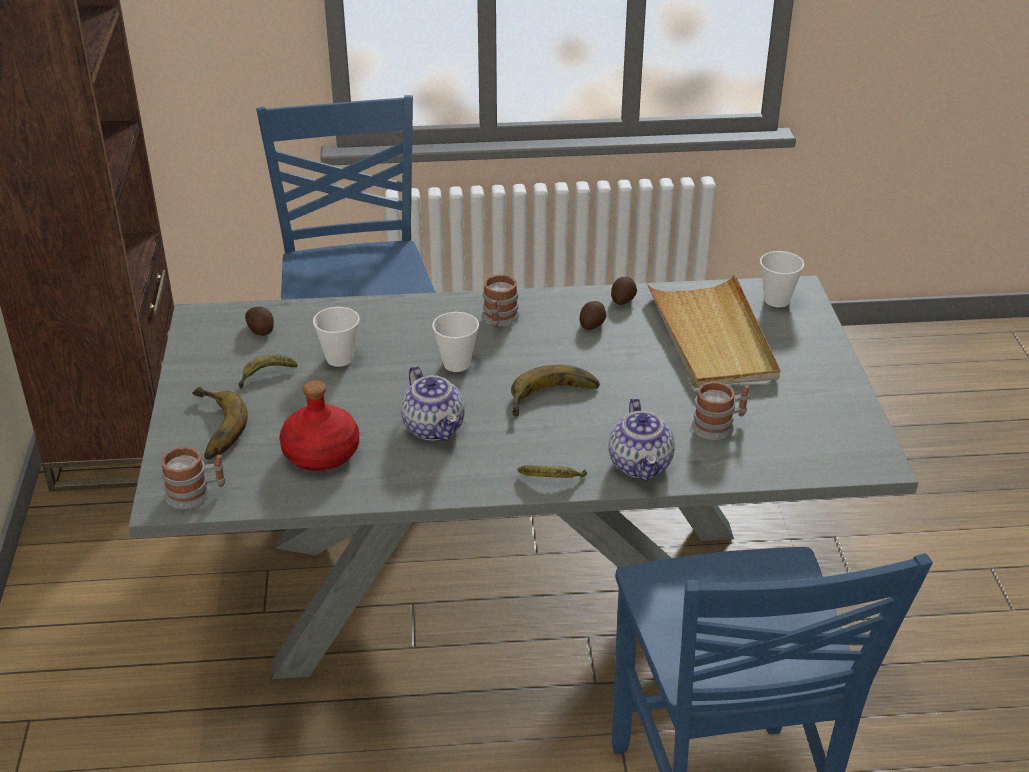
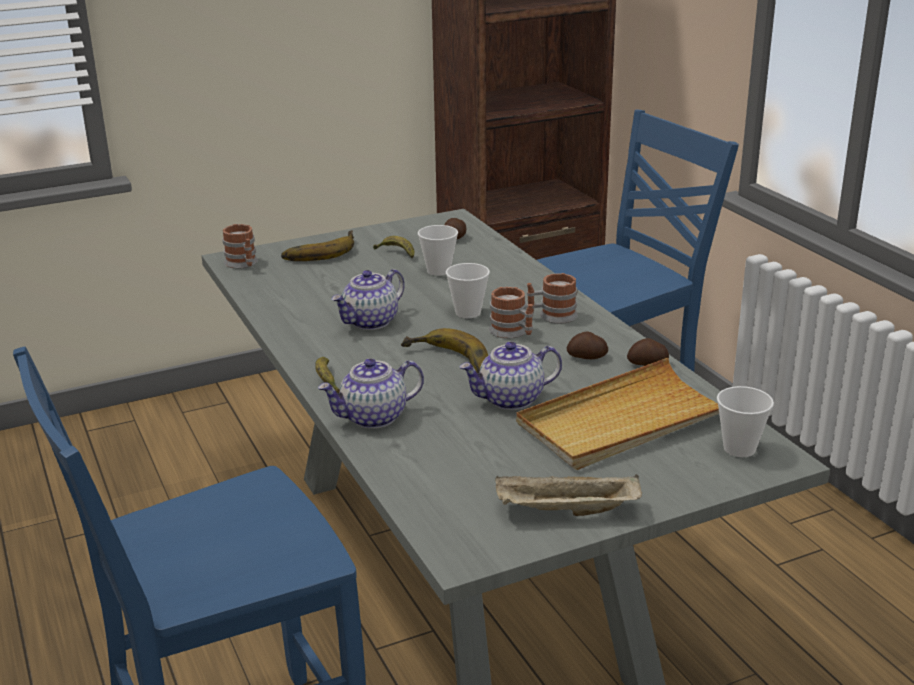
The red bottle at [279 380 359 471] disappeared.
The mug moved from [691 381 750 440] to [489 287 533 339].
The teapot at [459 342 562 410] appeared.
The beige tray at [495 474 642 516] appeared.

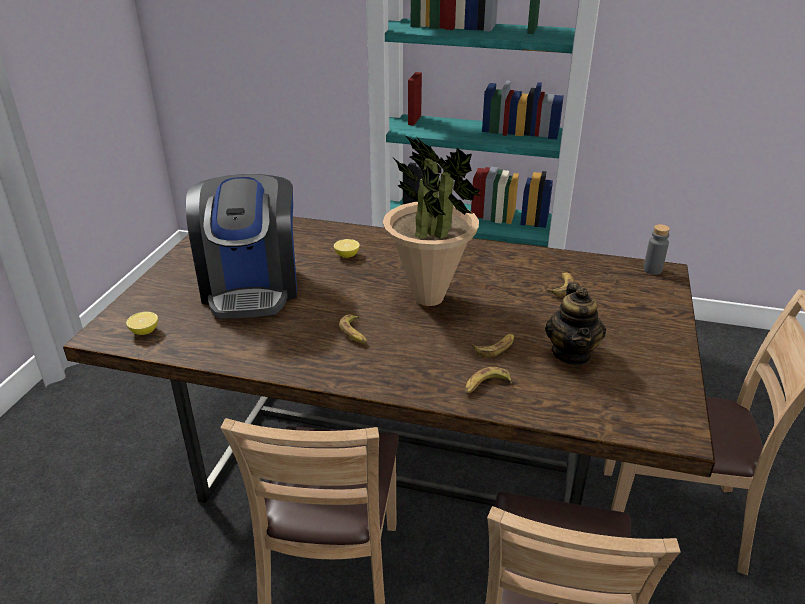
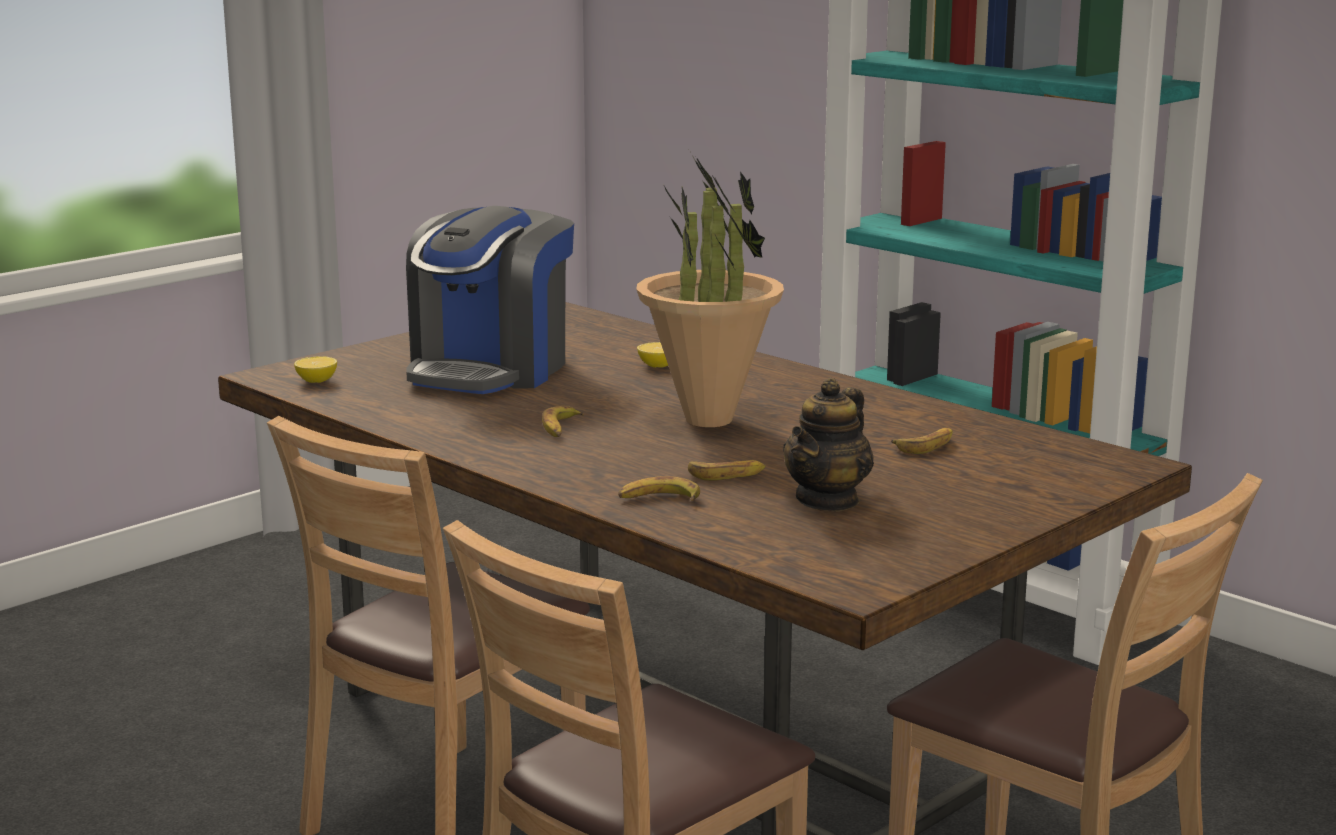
The grey bottle at [643 224 670 275] disappeared.

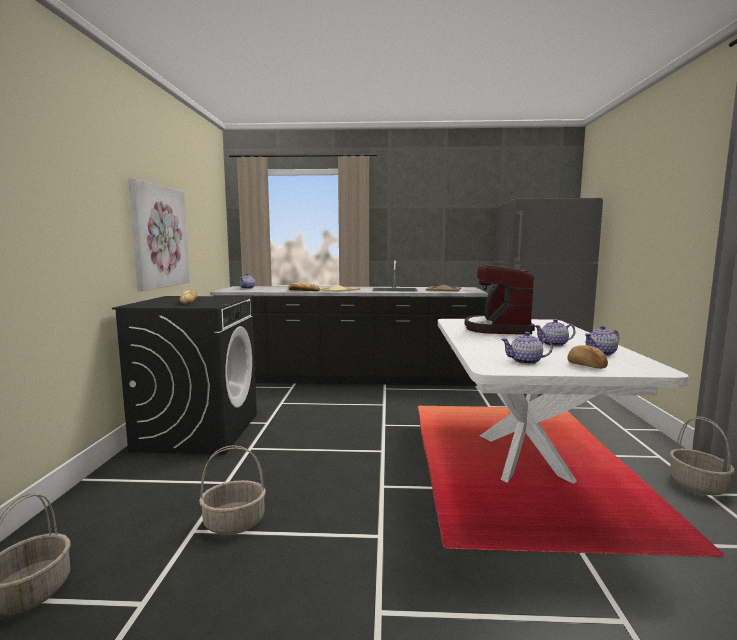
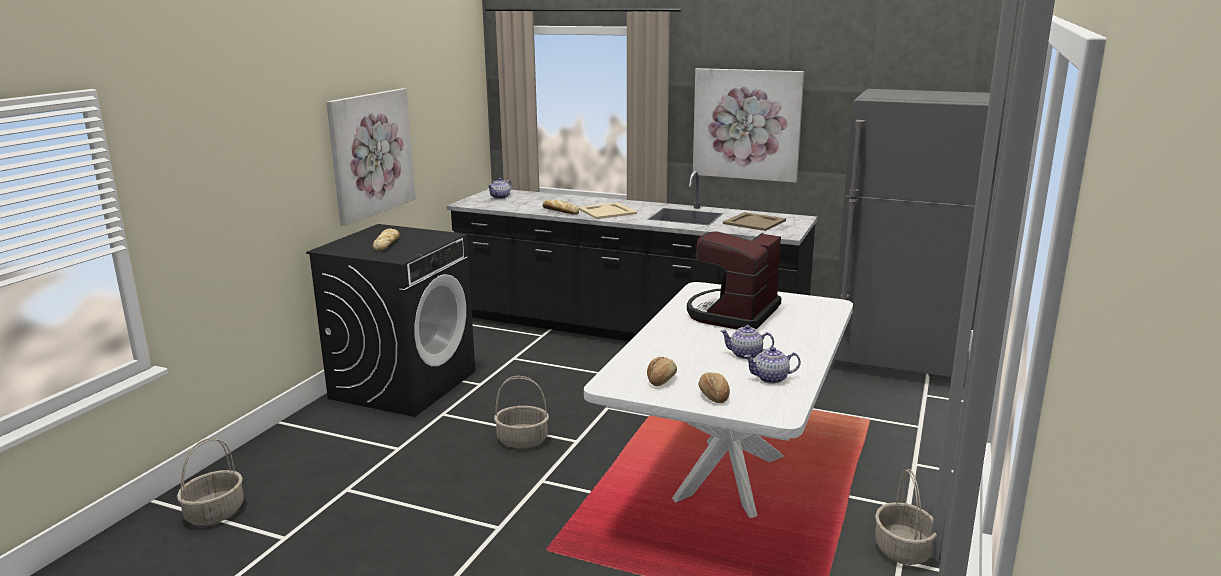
The basket moved from [199 445 266 535] to [494 376 549 448].
The teapot at [501 332 553 364] was replaced by the bread at [647 357 677 386].
The picture at [693 68 804 183] appeared.

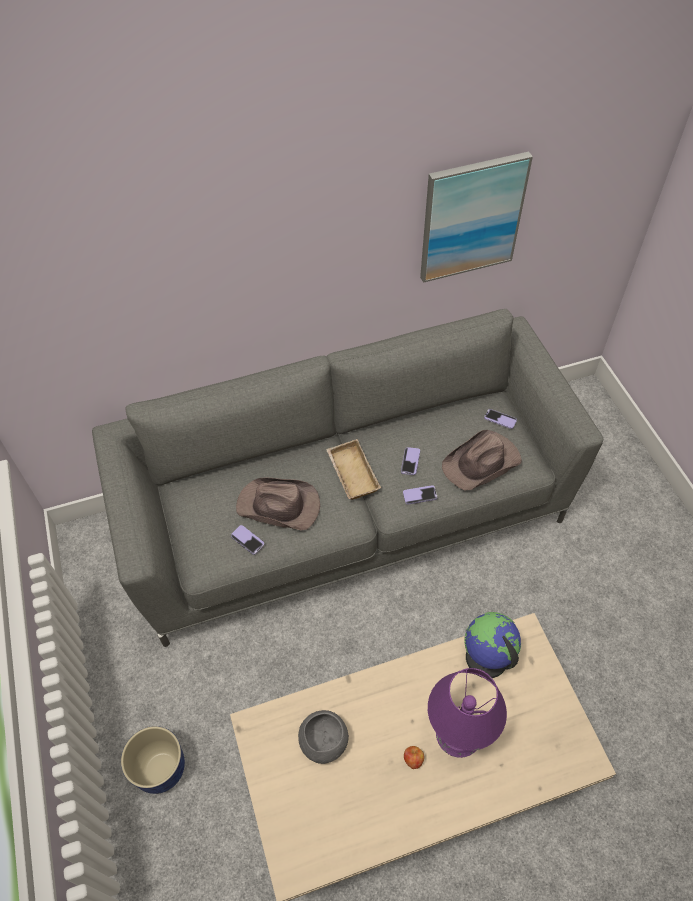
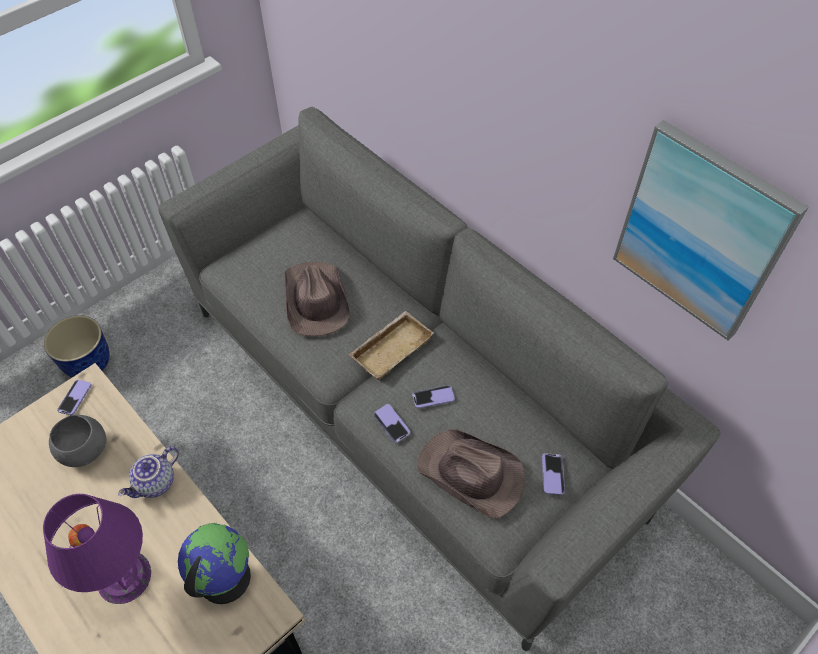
The phone moved from [231 525 264 555] to [57 380 91 415].
The teapot at [118 446 179 498] appeared.

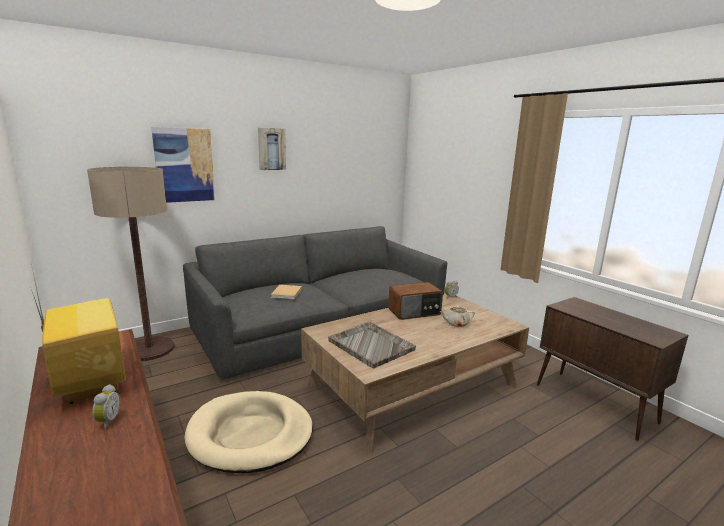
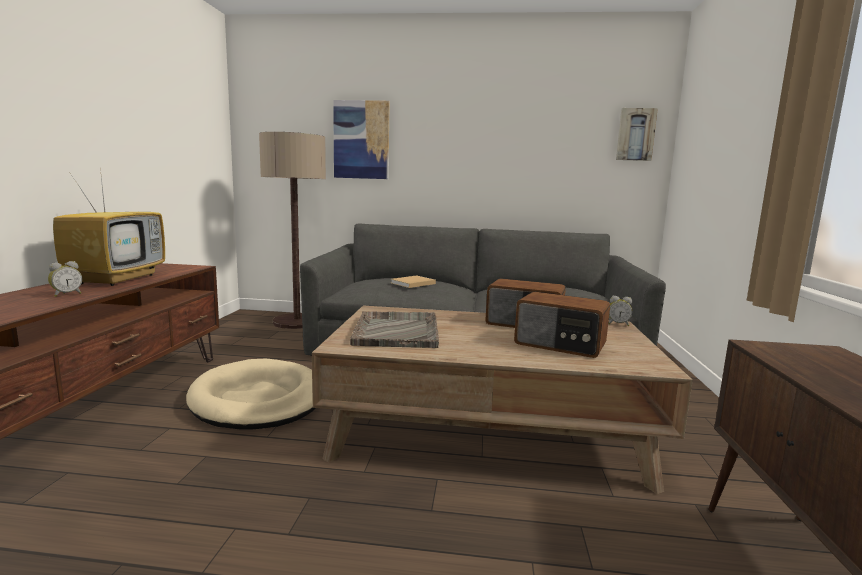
The picture moved from [258 128 286 170] to [616 108 658 161].
The beige teapot at [439 306 475 327] was replaced by the radio at [514 292 610 358].

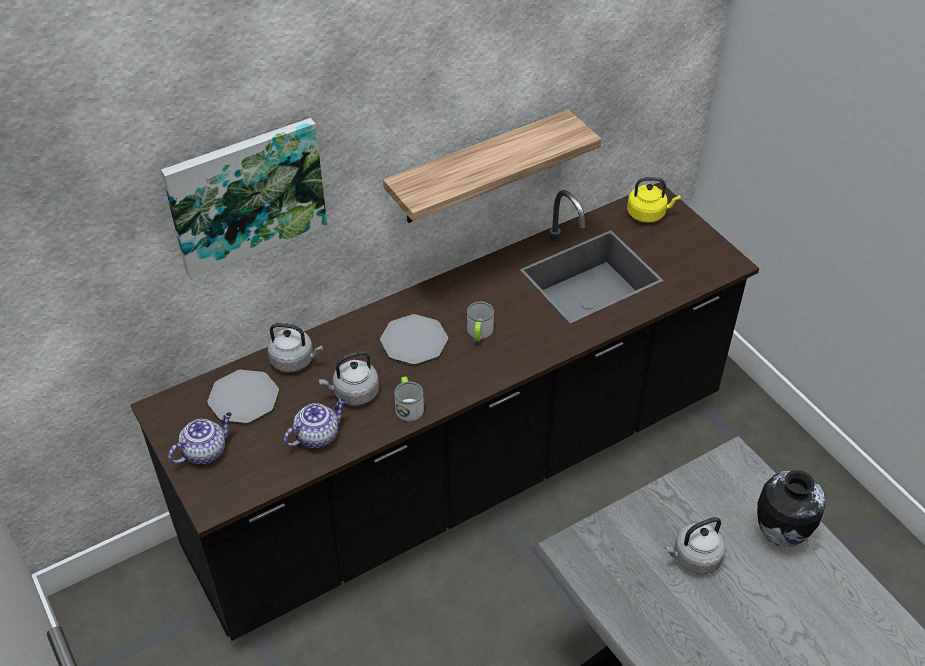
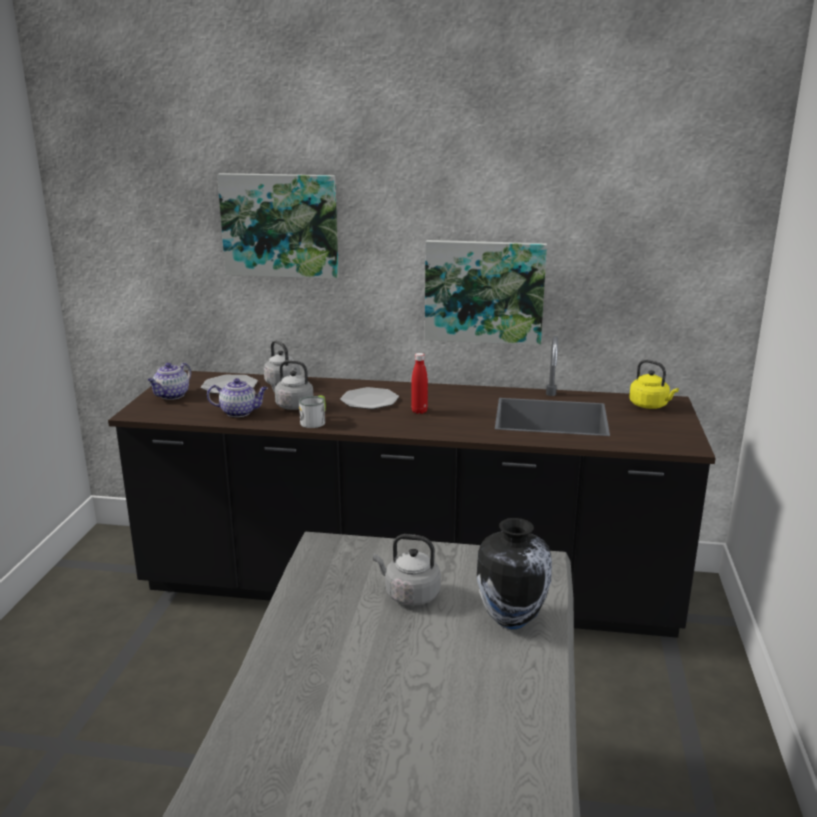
The teapot at [168 412 232 465] turned 120 degrees clockwise.
The shelf at [383 110 601 223] was replaced by the picture at [425 240 547 345].
The mug at [467 301 494 341] was replaced by the red bottle at [411 353 428 414].

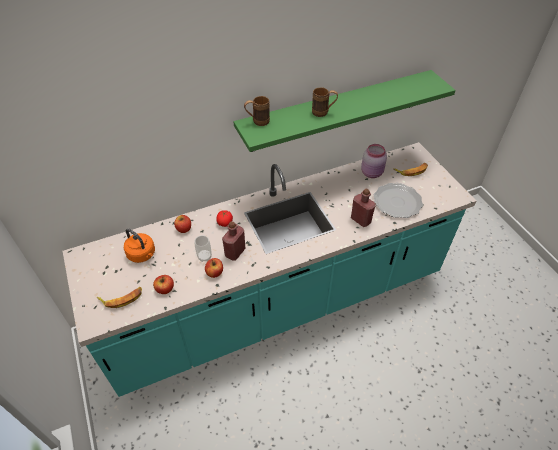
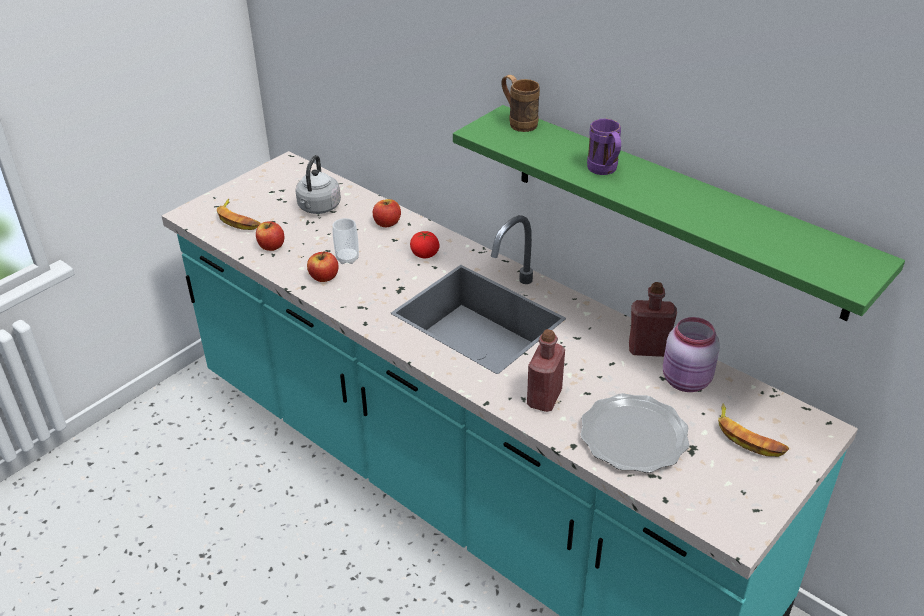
The orange kettle at [124 228 155 263] became the grey kettle at [295 155 341 214].
The red bottle moved from [222 221 246 261] to [629 282 677 357].
The brown mug at [312 87 338 117] became the purple mug at [587 119 621 175].

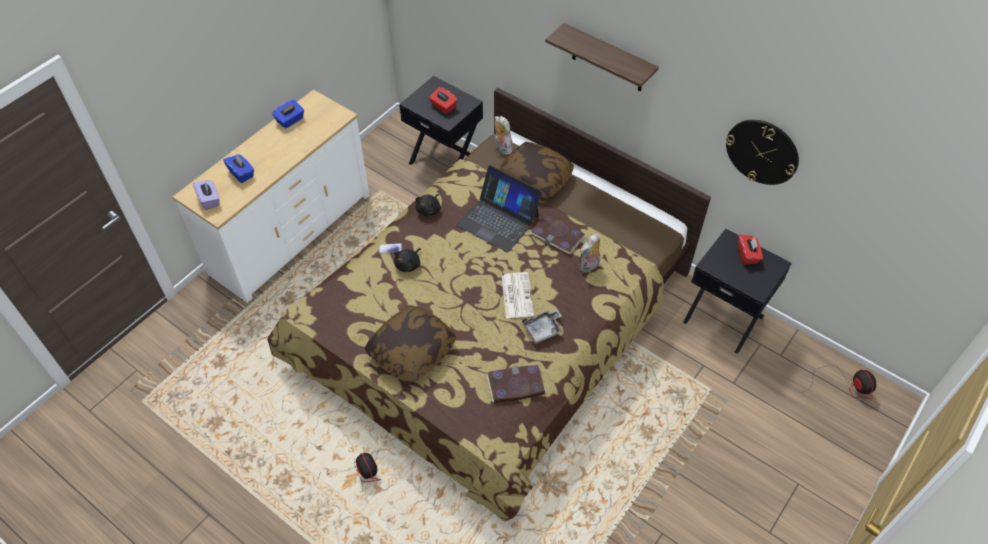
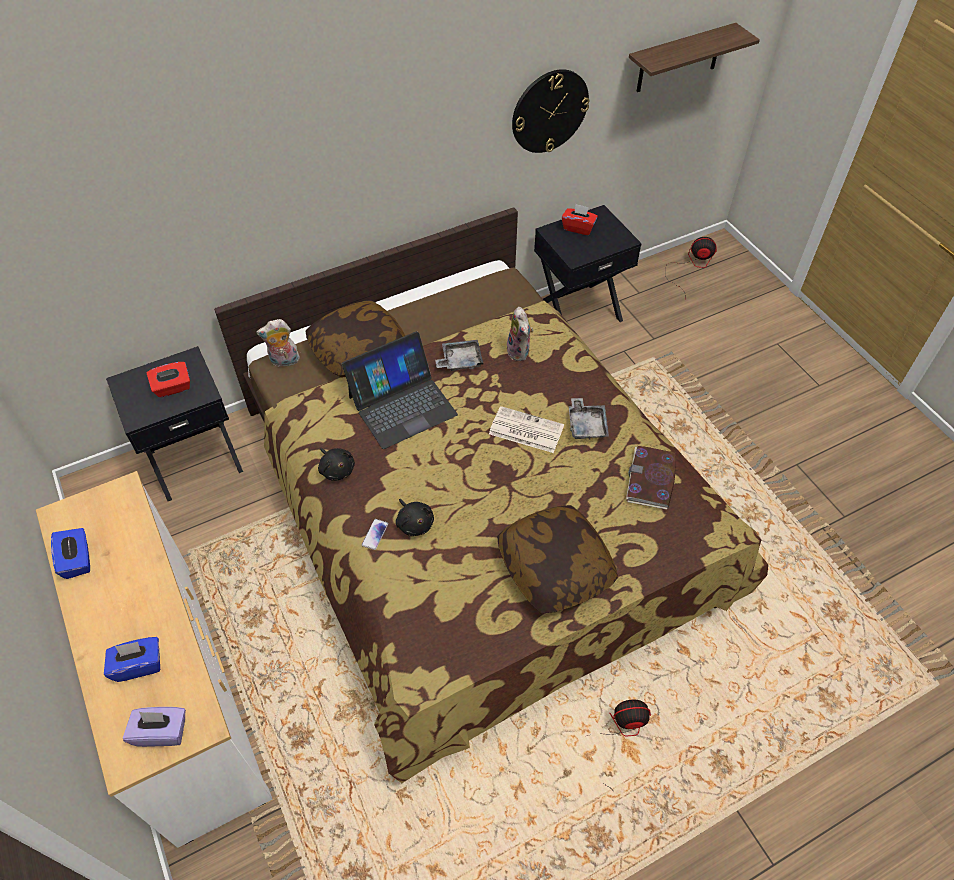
The book at [530 214 585 255] was replaced by the grey tray at [435 340 483 371].
The shelf moved from [545 23 659 91] to [629 23 760 92].

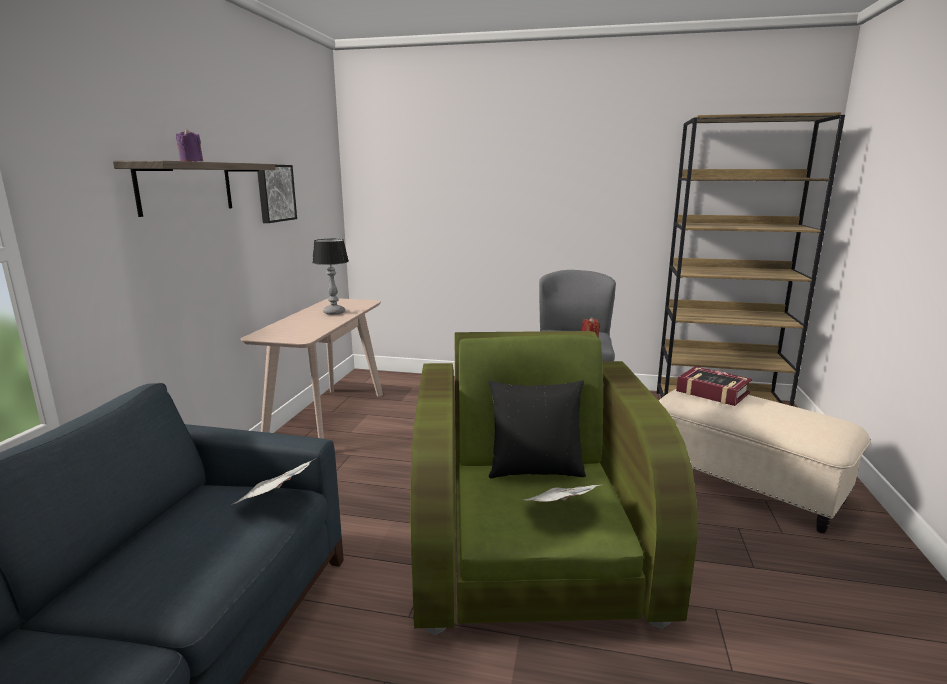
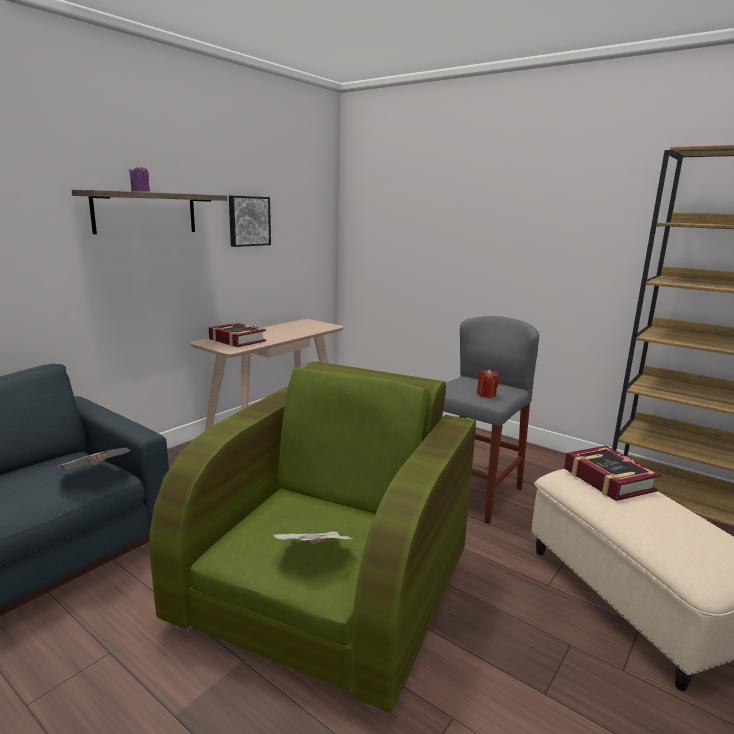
The table lamp at [312 239 349 315] disappeared.
The black pillow at [488 380 586 478] disappeared.
The book at [209 323 266 347] appeared.

